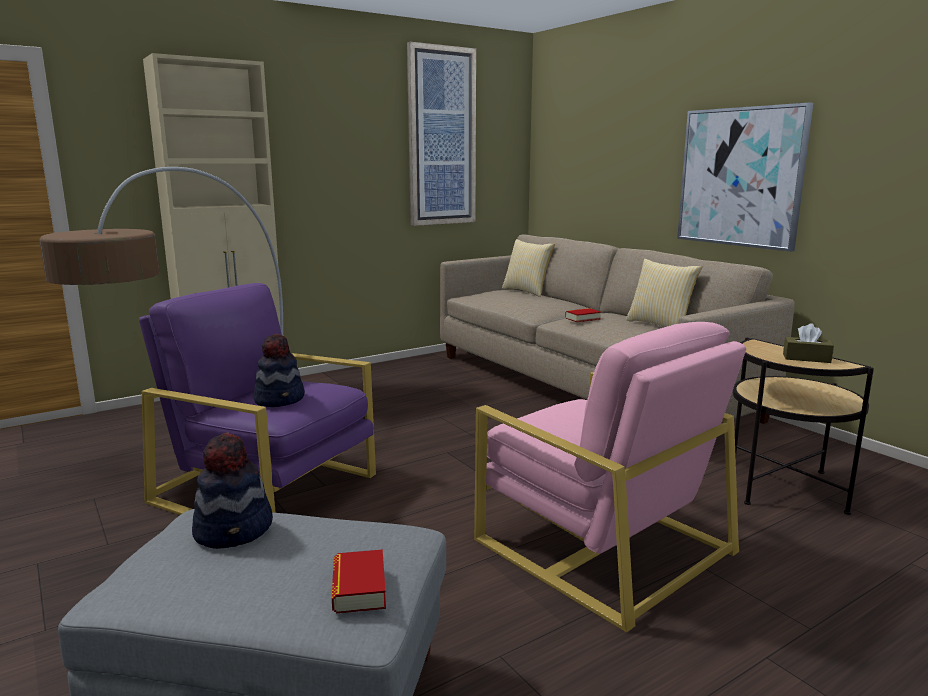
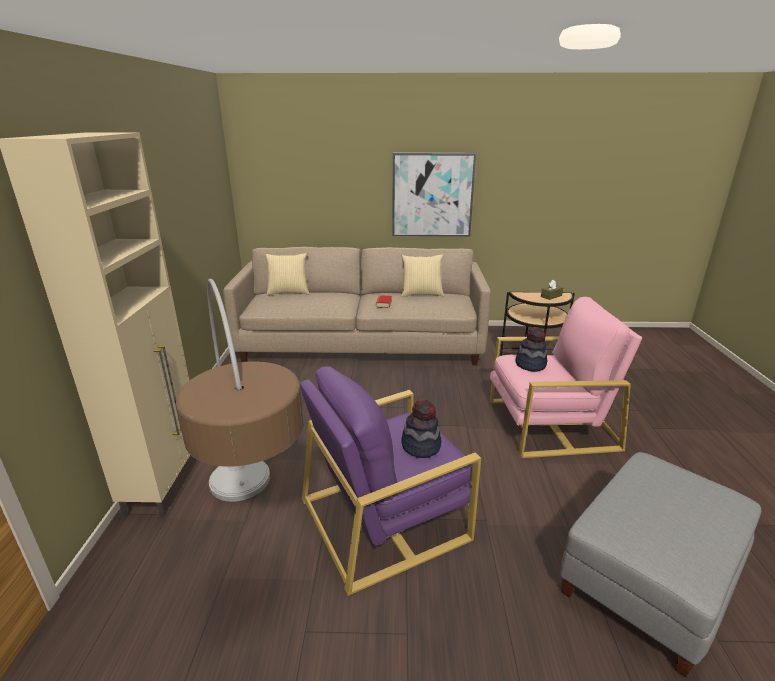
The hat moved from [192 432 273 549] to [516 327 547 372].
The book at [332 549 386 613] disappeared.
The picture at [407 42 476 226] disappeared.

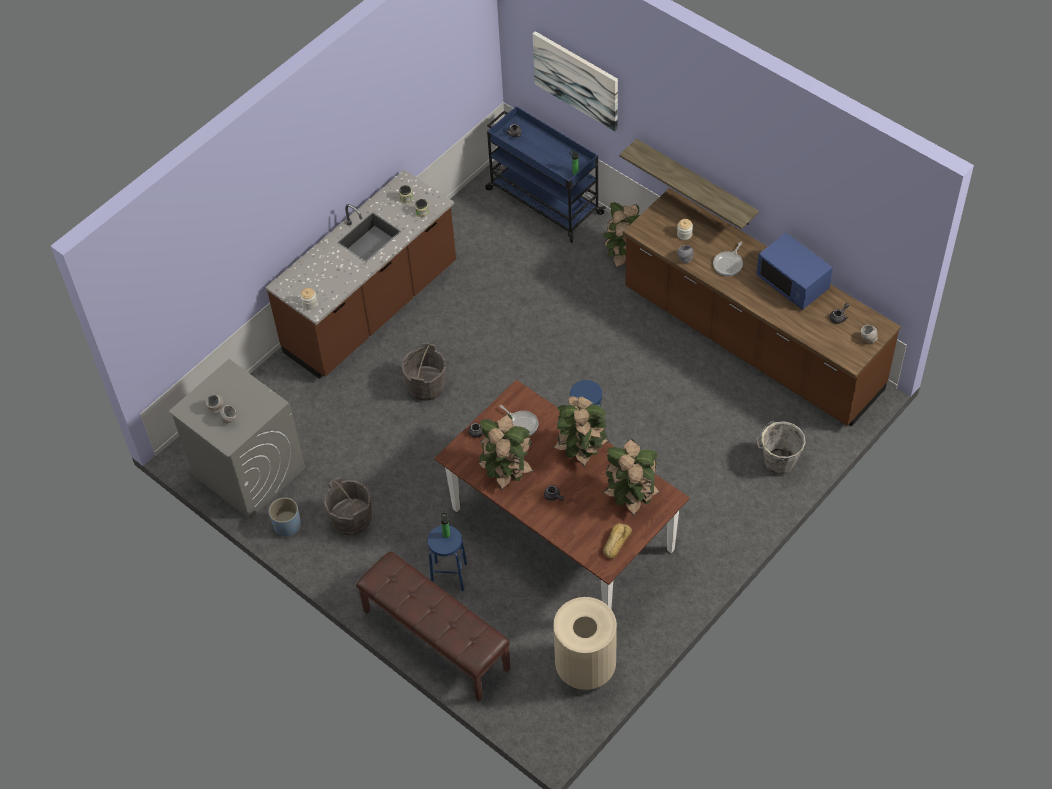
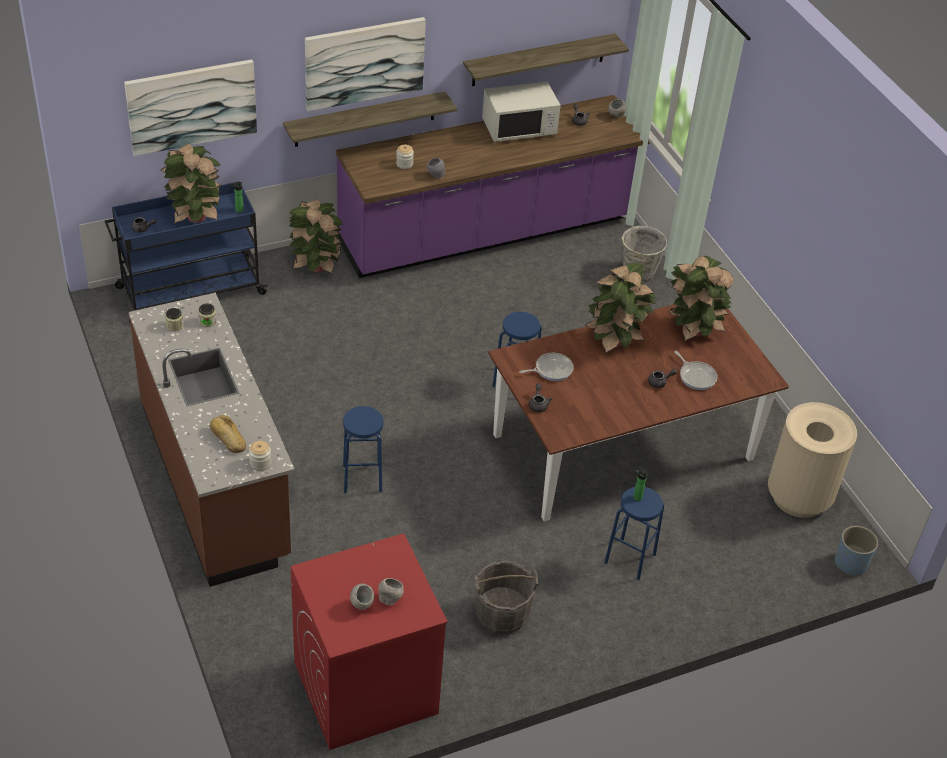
The grey washing machine at [168 359 305 519] became the red washing machine at [291 533 448 750].
The blue planter moved from [269 497 301 537] to [835 526 878 576].
The brown bench at [356 551 511 701] disappeared.
The grey bucket at [401 343 446 401] was replaced by the blue stool at [343 406 384 493].
The potted plant moved from [478 413 534 491] to [160 144 221 223].
The bread moved from [603 523 632 559] to [210 415 246 453].
The brown counter at [623 188 901 426] became the purple counter at [336 95 650 278].
The frying pan moved from [713 241 743 276] to [674 351 717 390].
The blue microwave at [756 233 833 310] became the white microwave at [482 82 561 142].
The picture at [305 17 426 111] appeared.
The shelf at [463 33 629 86] appeared.

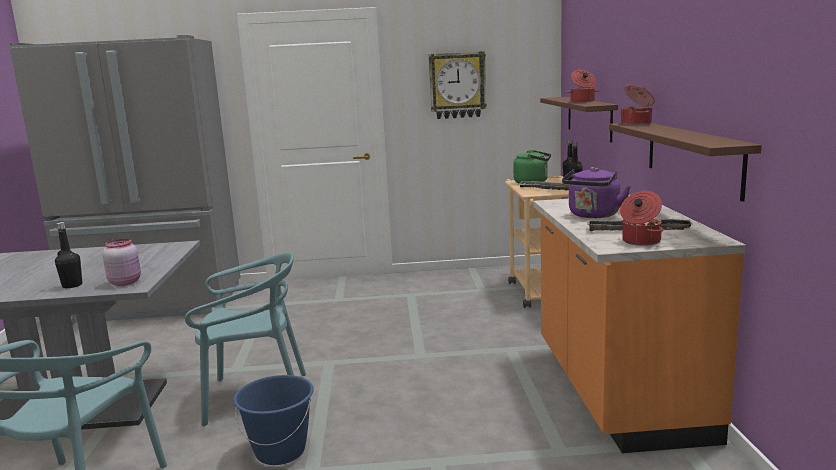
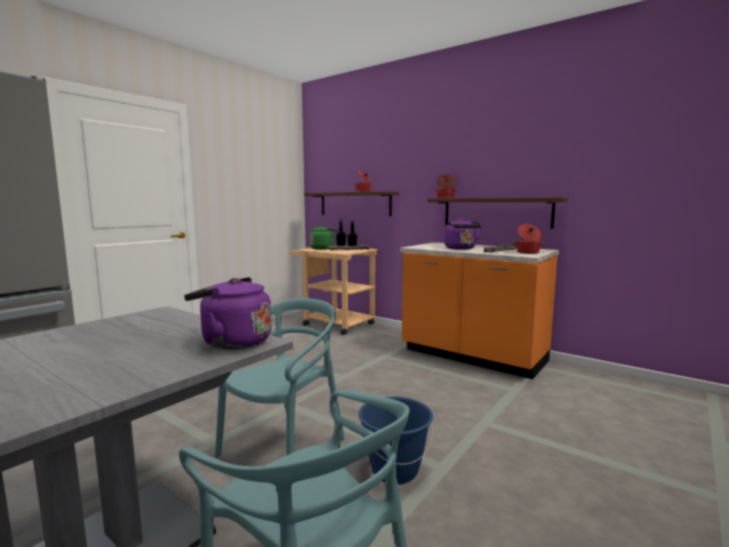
The black bottle at [55 222 82 288] disappeared.
The pink jar at [103 238 141 286] was replaced by the purple kettle at [184 277 272 350].
The wall clock at [429 51 487 119] disappeared.

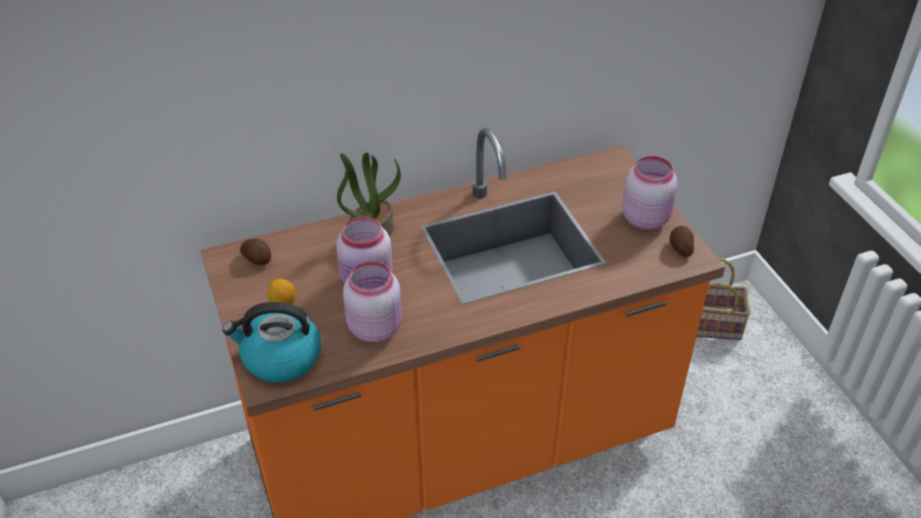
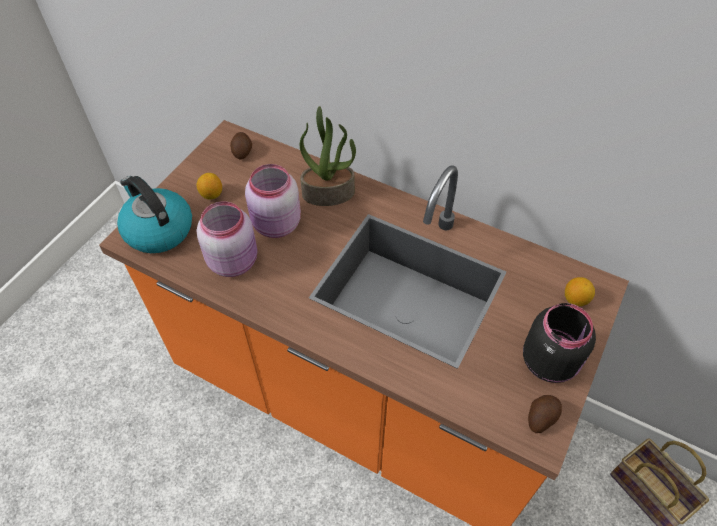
The pink jar at [622 156 678 230] became the black jar at [523 303 596 383].
The lemon at [565 277 595 306] appeared.

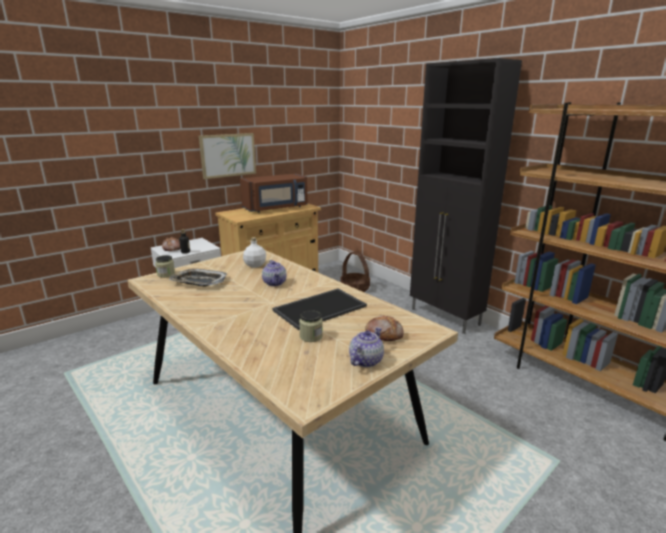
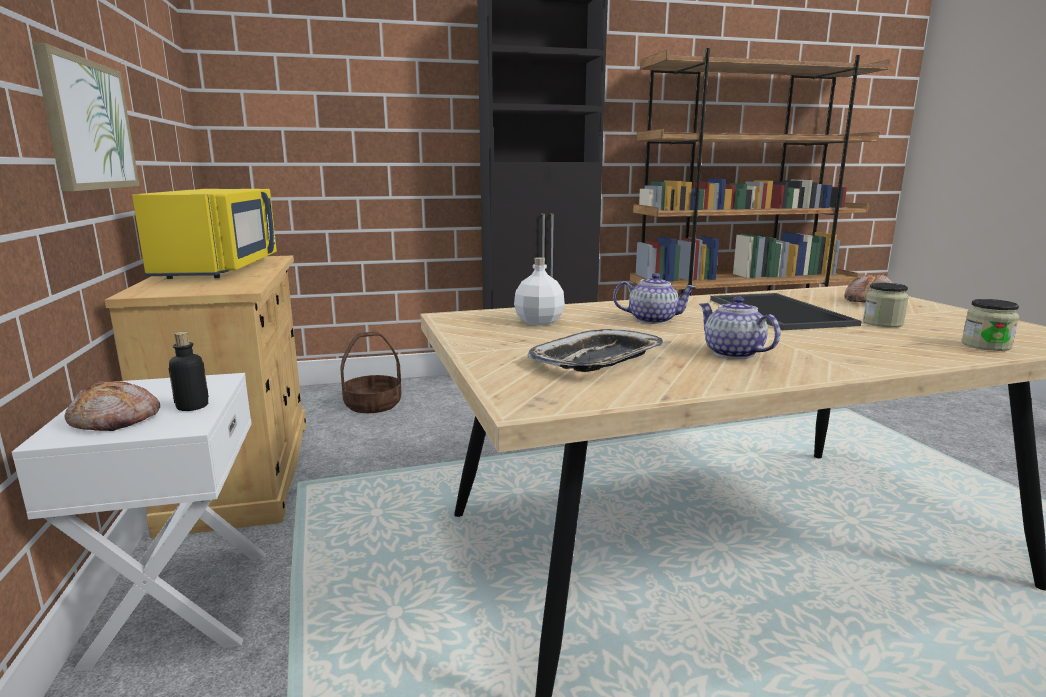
The jar moved from [155 255 175 278] to [961 299 1019 351].
The brown microwave at [240 173 308 213] became the yellow microwave at [132 189 277 279].
The teapot moved from [349 327 384 367] to [699 296 781 359].

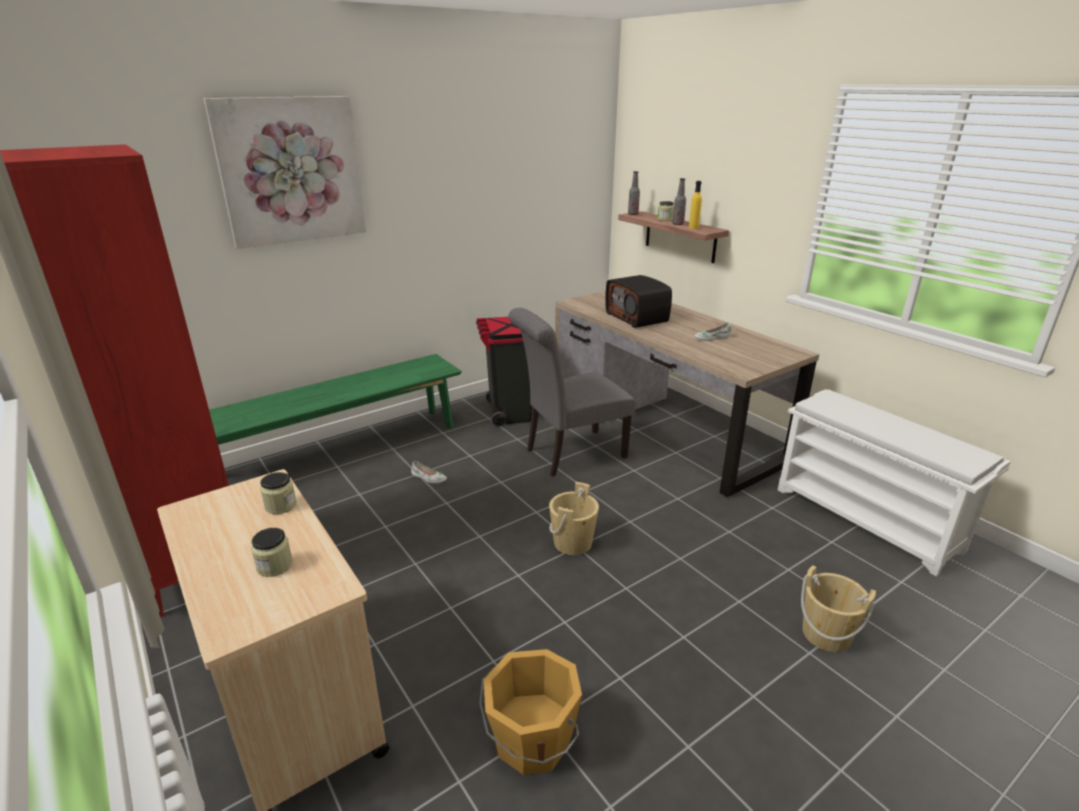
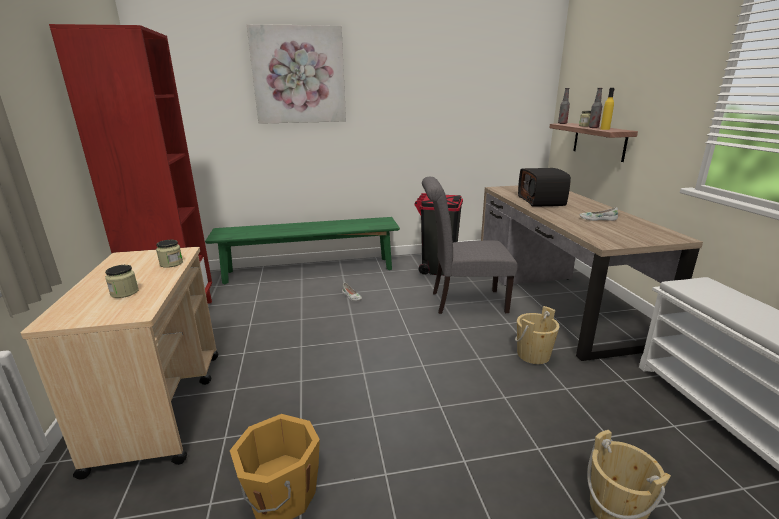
The beige bucket moved from [549 482 599 555] to [515 306 560 364].

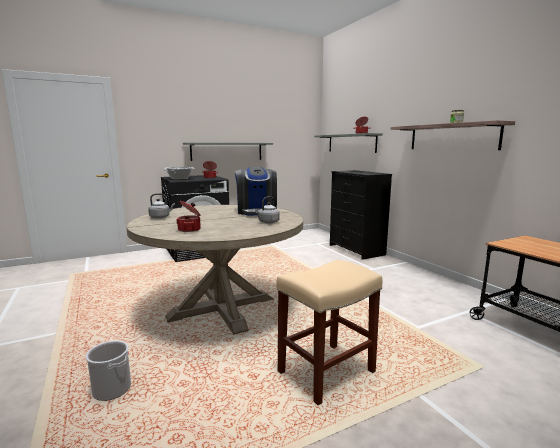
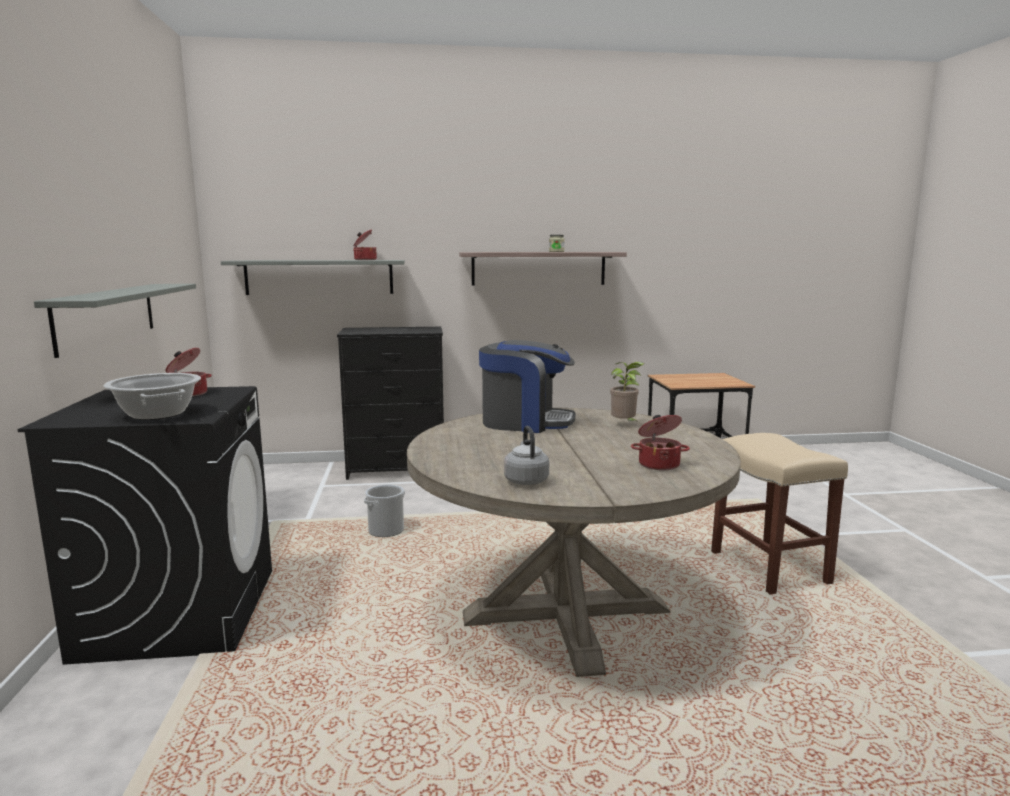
The bucket moved from [85 341 131 401] to [364 484 405 537].
The grey kettle at [255 196 280 224] was replaced by the potted plant at [610 362 644 422].

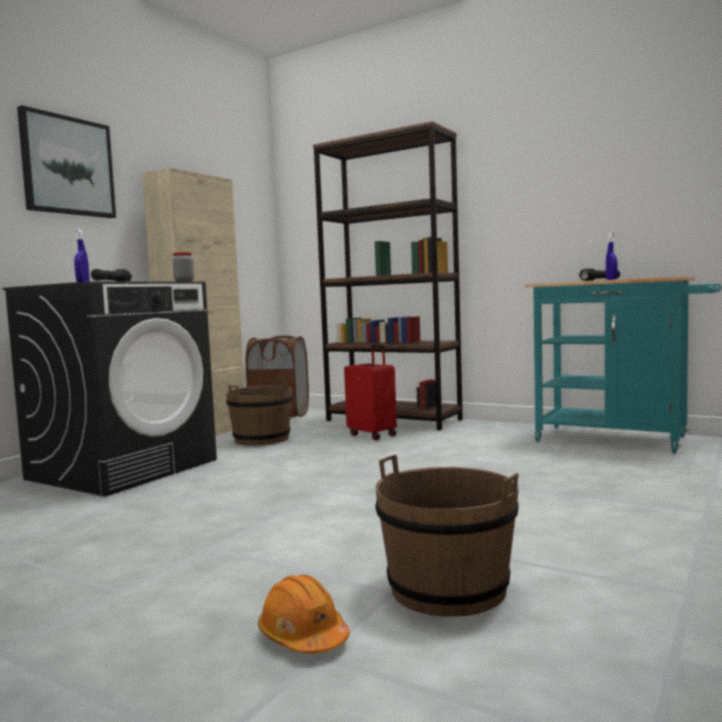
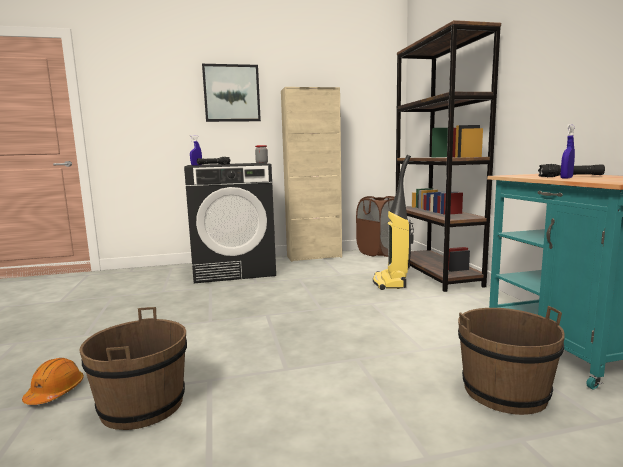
The brown bucket moved from [226 377 293 446] to [458 306 565 415].
The red suitcase at [344 344 397 440] was replaced by the vacuum cleaner at [373 155 414 290].

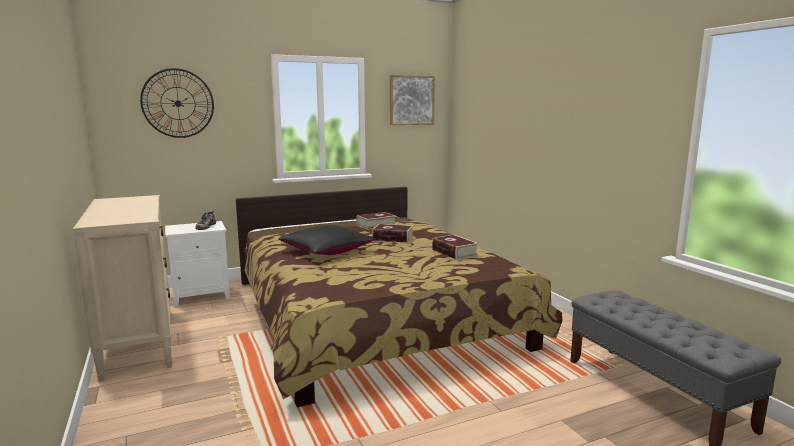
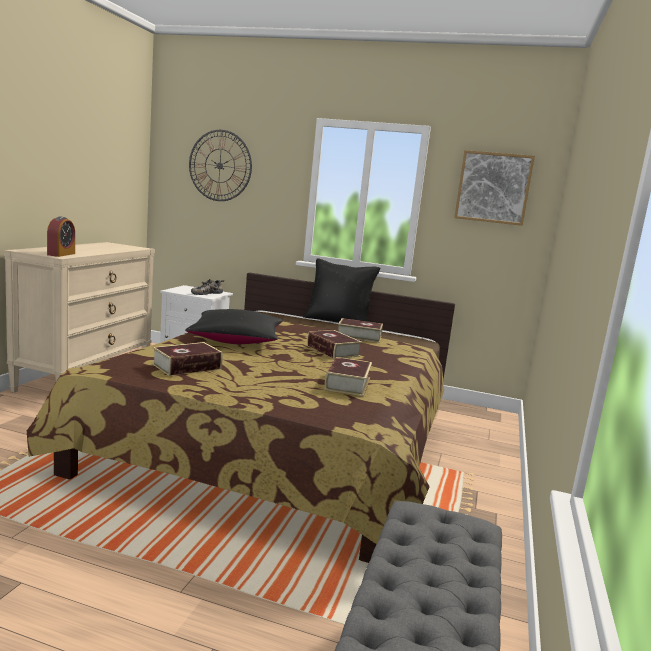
The alarm clock at [47 216 75 257] appeared.
The book at [152 342 222 376] appeared.
The black pillow at [303 258 380 322] appeared.

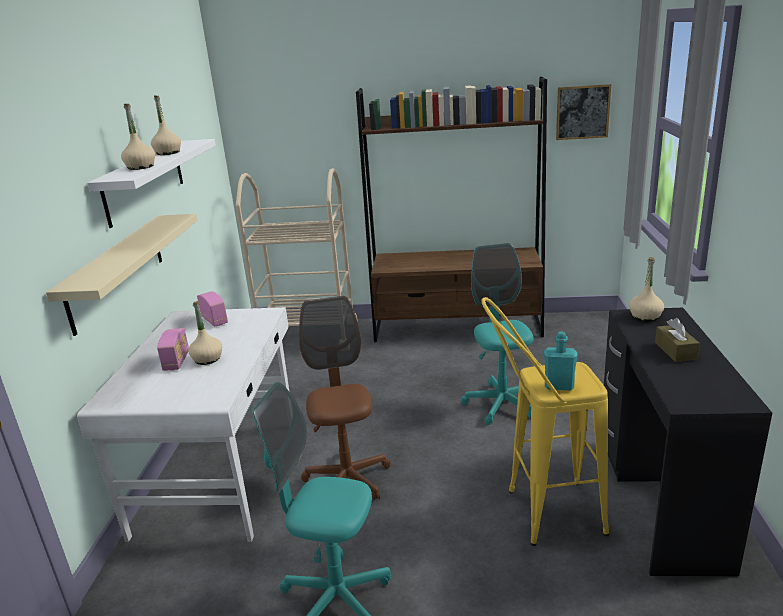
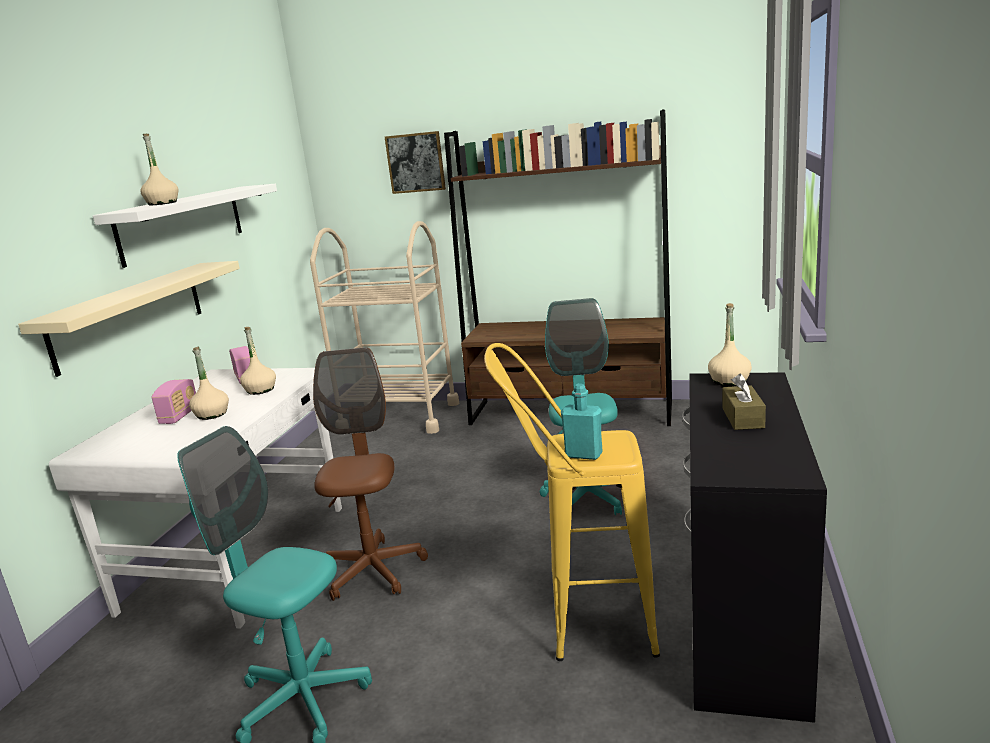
The beige bottle moved from [151 96 181 155] to [240 327 276 395].
The picture moved from [556 84 611 140] to [385 131 446 194].

